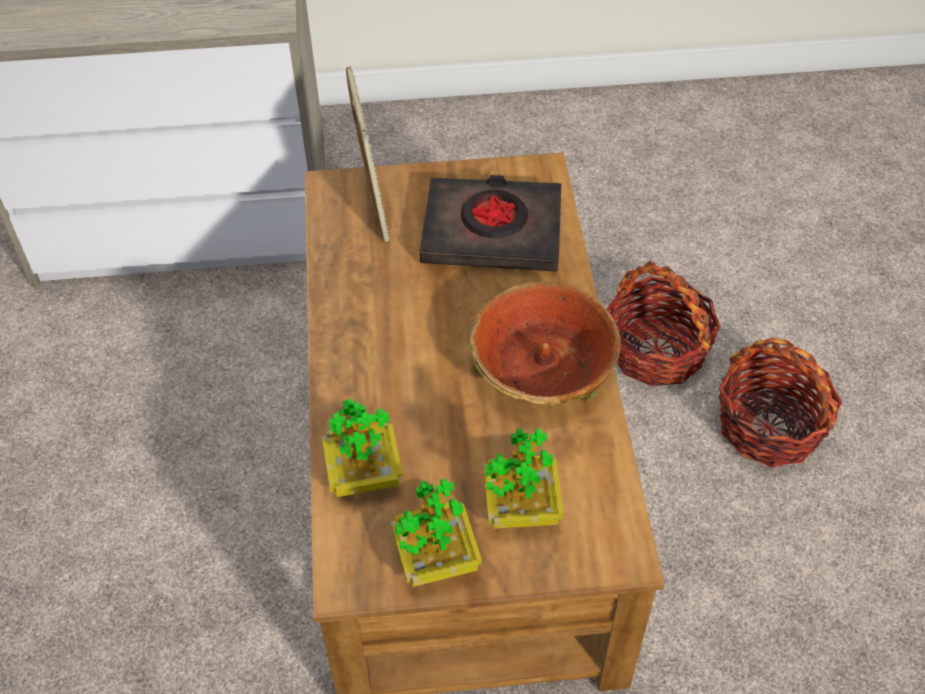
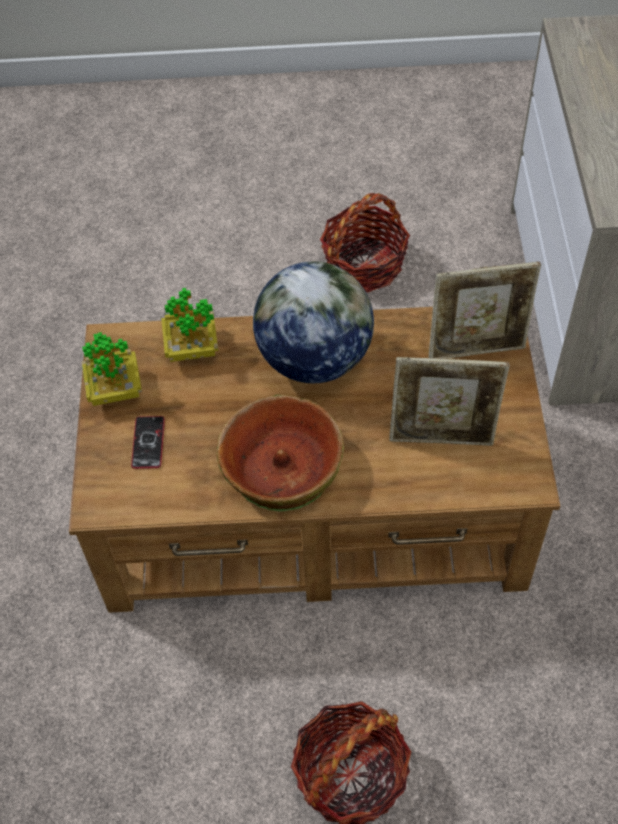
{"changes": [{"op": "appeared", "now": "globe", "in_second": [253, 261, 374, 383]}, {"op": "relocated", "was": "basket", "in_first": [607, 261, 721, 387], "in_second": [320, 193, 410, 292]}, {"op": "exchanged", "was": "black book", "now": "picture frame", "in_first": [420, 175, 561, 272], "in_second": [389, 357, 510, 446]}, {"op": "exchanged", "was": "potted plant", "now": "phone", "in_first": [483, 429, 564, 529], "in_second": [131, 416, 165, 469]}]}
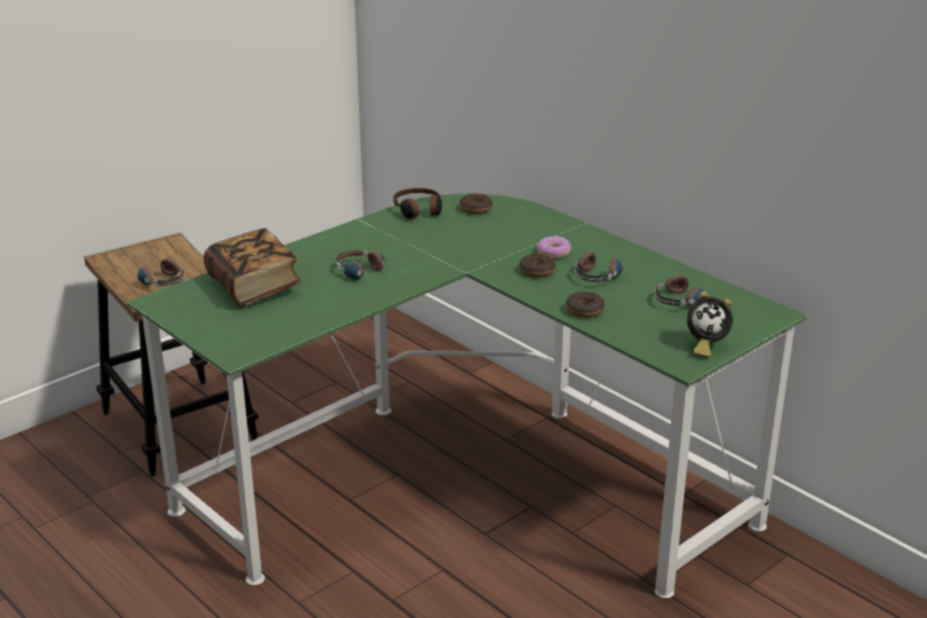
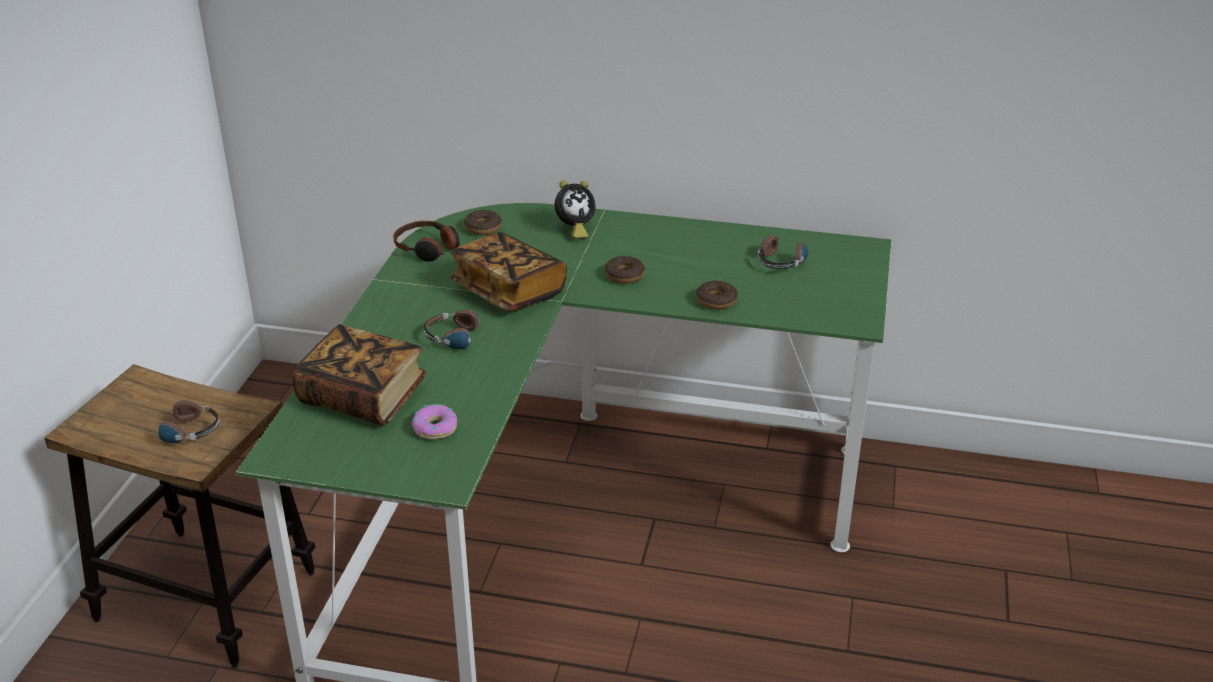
{"changes": [{"op": "missing", "was": "headphones", "in_first": [574, 252, 625, 282]}, {"op": "appeared", "now": "book", "in_second": [451, 232, 567, 311]}, {"op": "relocated", "was": "donut", "in_first": [537, 235, 571, 258], "in_second": [412, 404, 457, 439]}, {"op": "relocated", "was": "alarm clock", "in_first": [687, 291, 733, 357], "in_second": [555, 180, 595, 239]}]}
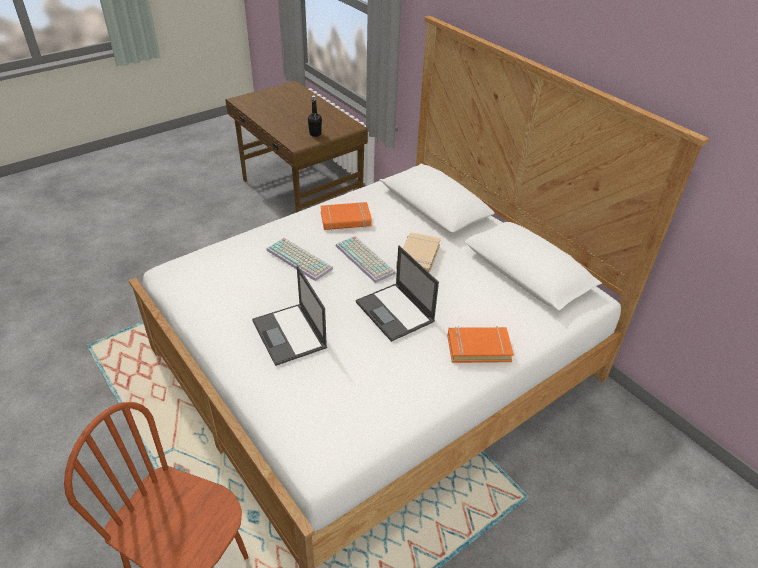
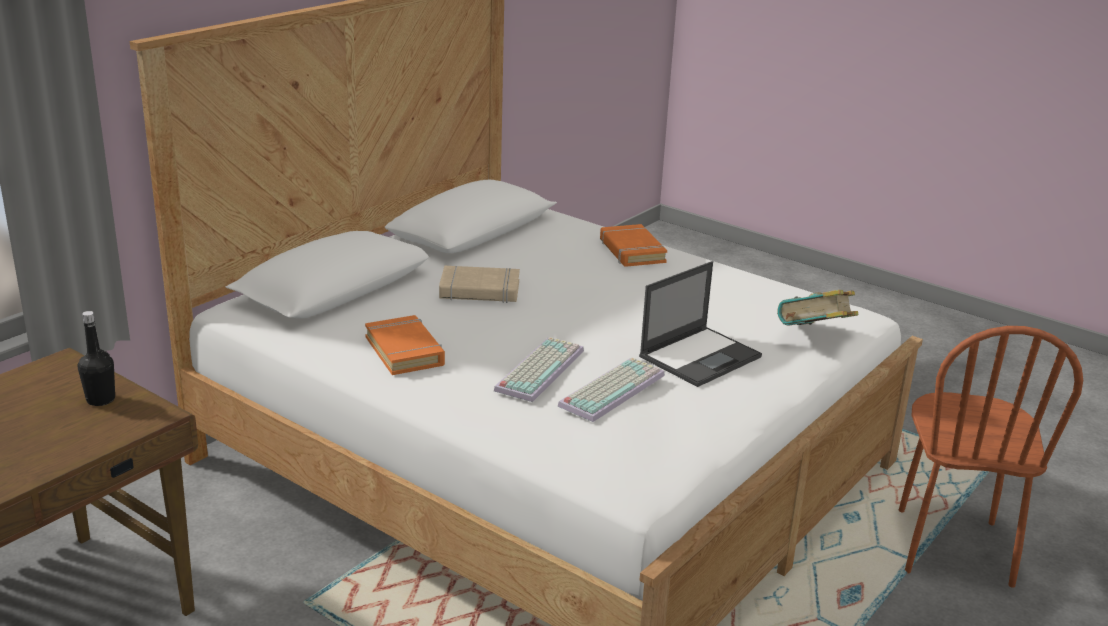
{"changes": [{"op": "missing", "was": "laptop", "in_first": [356, 245, 439, 342]}, {"op": "appeared", "now": "book", "in_second": [777, 290, 859, 325]}, {"op": "relocated", "was": "keyboard", "in_first": [336, 236, 396, 283], "in_second": [557, 358, 665, 422]}]}
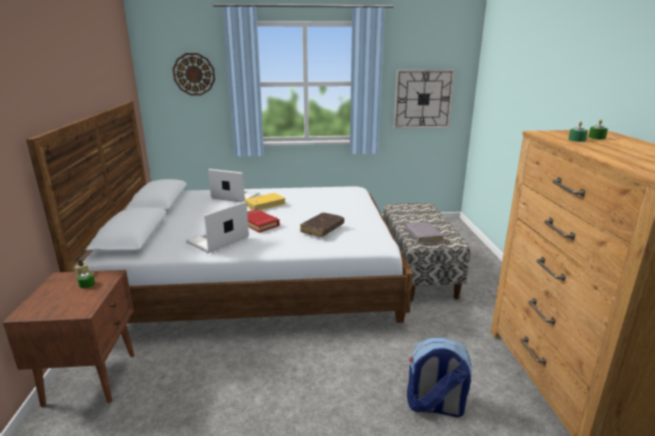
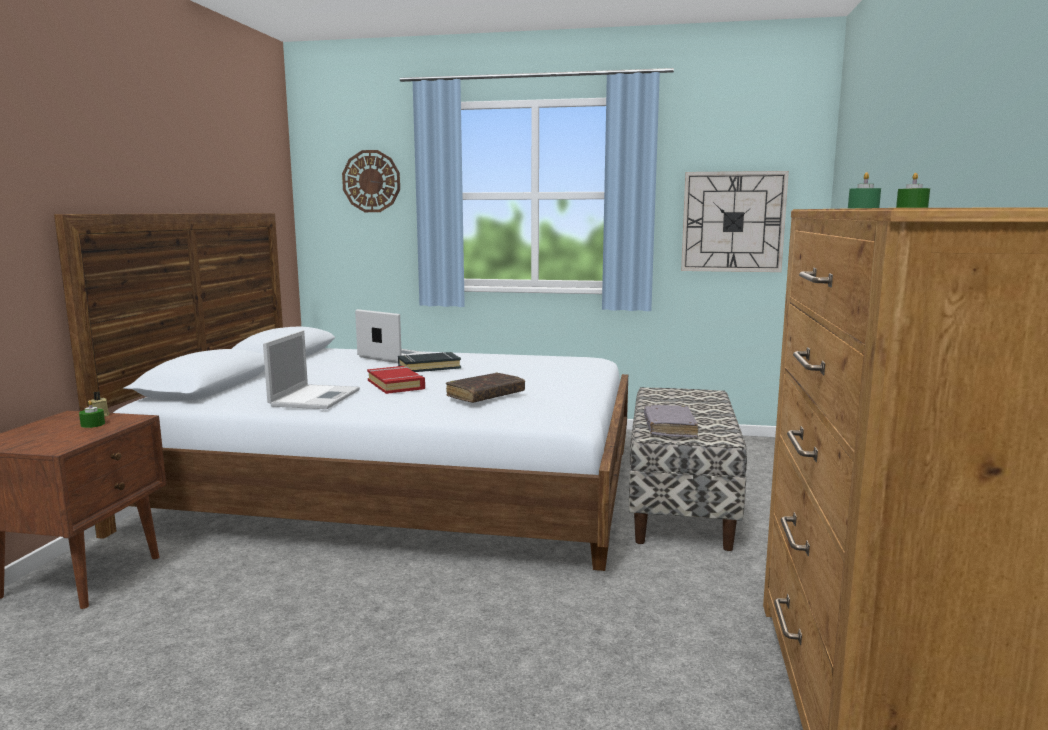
{"changes": [{"op": "missing", "was": "backpack", "in_first": [407, 337, 472, 417]}, {"op": "colour", "was": "yellow book", "now": "black book", "in_first": [244, 193, 286, 210], "in_second": [398, 352, 461, 372]}, {"op": "spun", "was": "laptop", "in_first": [186, 201, 249, 253], "in_second": [263, 330, 360, 409], "clockwise": 135}]}
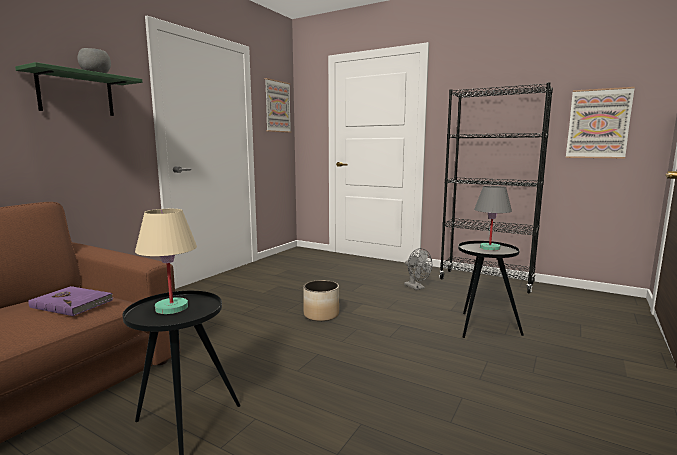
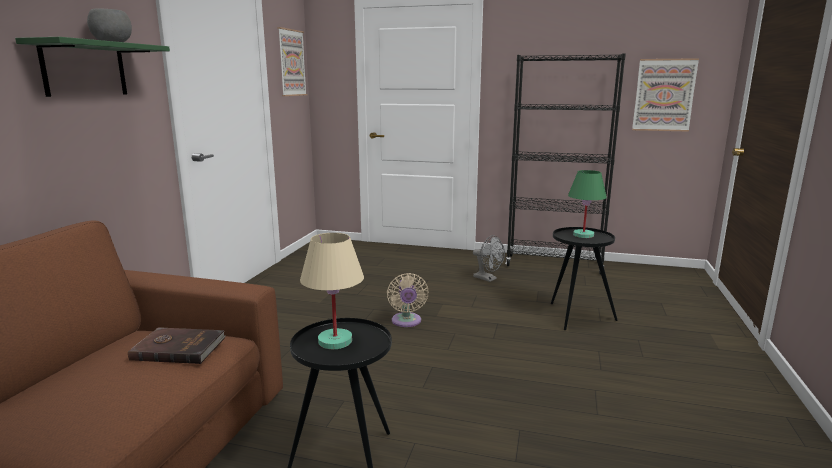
{"changes": [{"op": "exchanged", "was": "planter", "now": "beige fan", "in_first": [304, 280, 339, 321], "in_second": [387, 273, 429, 327]}, {"op": "colour", "was": "purple book", "now": "brown book", "in_first": [28, 286, 113, 316], "in_second": [128, 327, 225, 364]}, {"op": "colour", "was": "grey table lamp", "now": "green table lamp", "in_first": [474, 186, 512, 251], "in_second": [568, 170, 607, 238]}]}
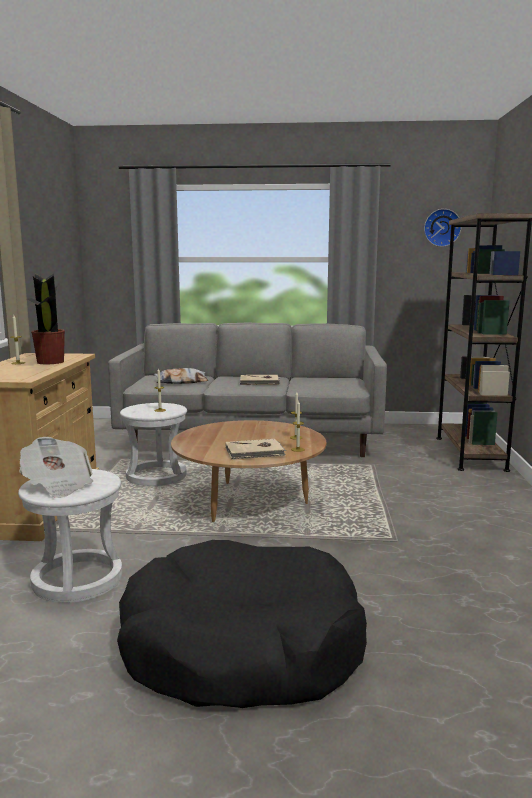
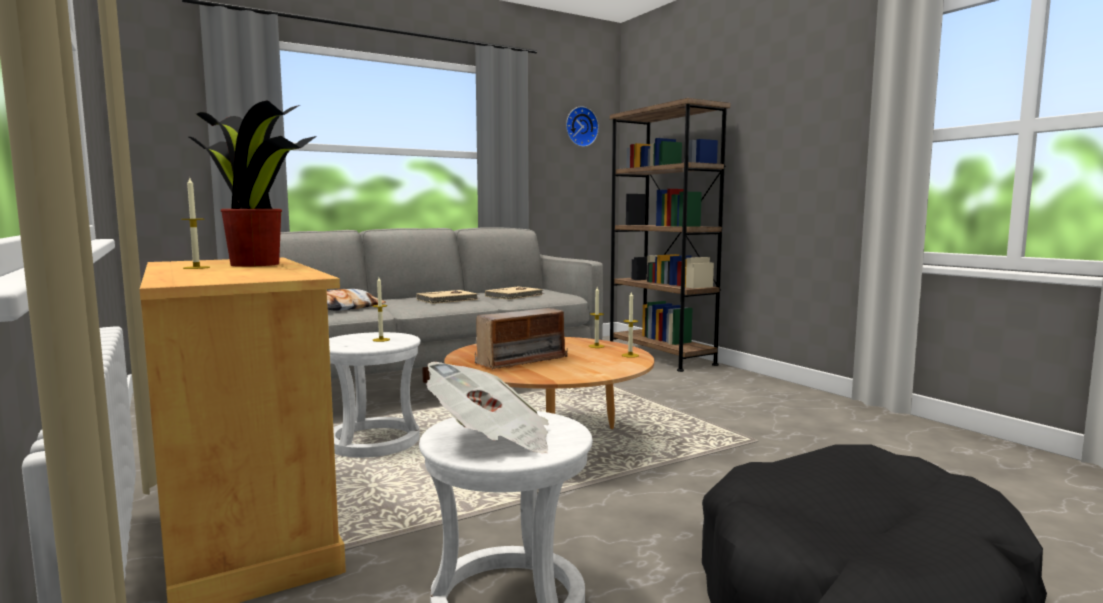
{"changes": [{"op": "appeared", "now": "radio", "in_second": [474, 308, 568, 370]}, {"op": "relocated", "was": "beige book", "in_first": [225, 439, 286, 460], "in_second": [485, 286, 545, 300]}]}
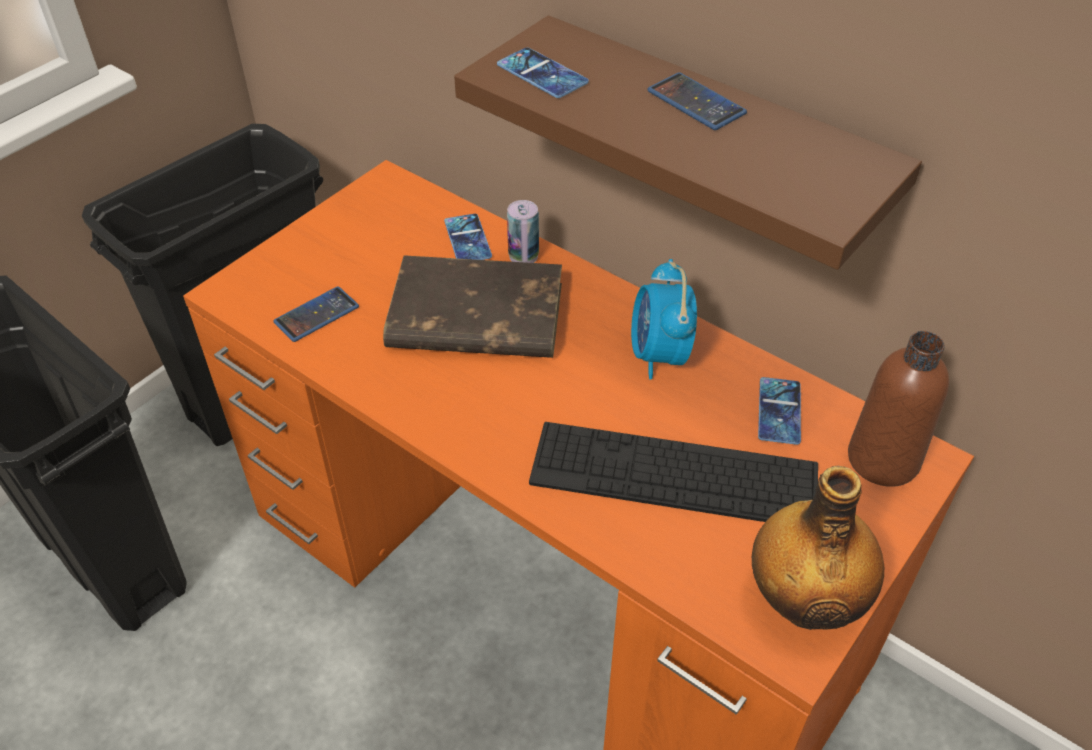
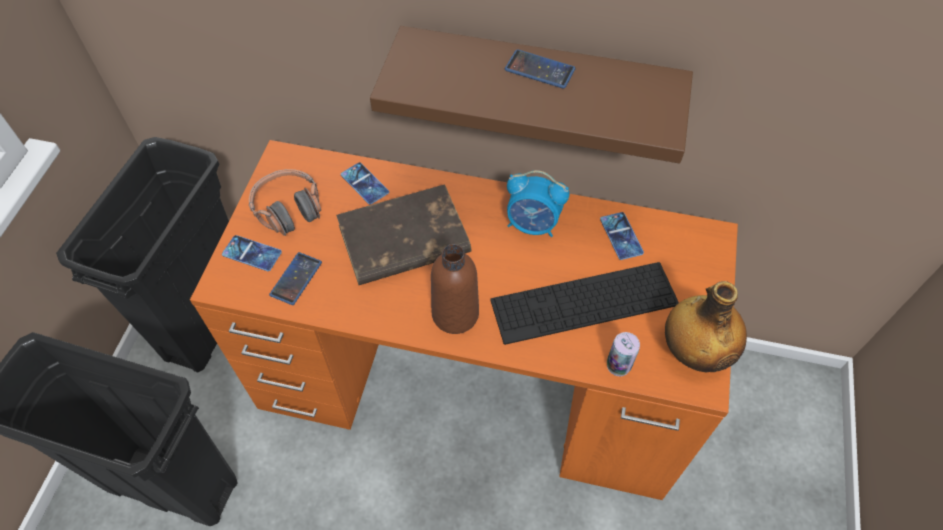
{"changes": [{"op": "appeared", "now": "headphones", "in_second": [249, 169, 321, 236]}, {"op": "relocated", "was": "phone", "in_first": [497, 48, 589, 98], "in_second": [222, 235, 282, 271]}, {"op": "relocated", "was": "can", "in_first": [507, 200, 539, 263], "in_second": [607, 332, 640, 376]}, {"op": "relocated", "was": "brown bottle", "in_first": [848, 331, 949, 487], "in_second": [431, 244, 479, 334]}, {"op": "spun", "was": "alarm clock", "in_first": [631, 259, 697, 379], "in_second": [507, 170, 569, 237], "clockwise": -45}]}
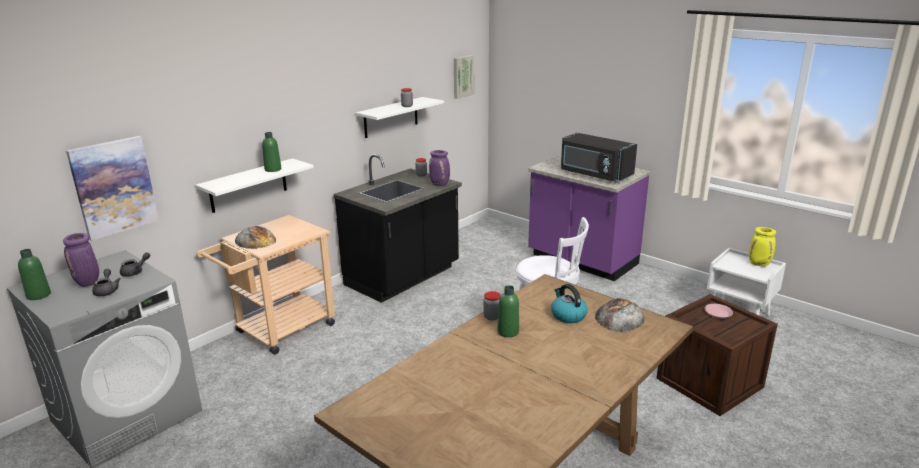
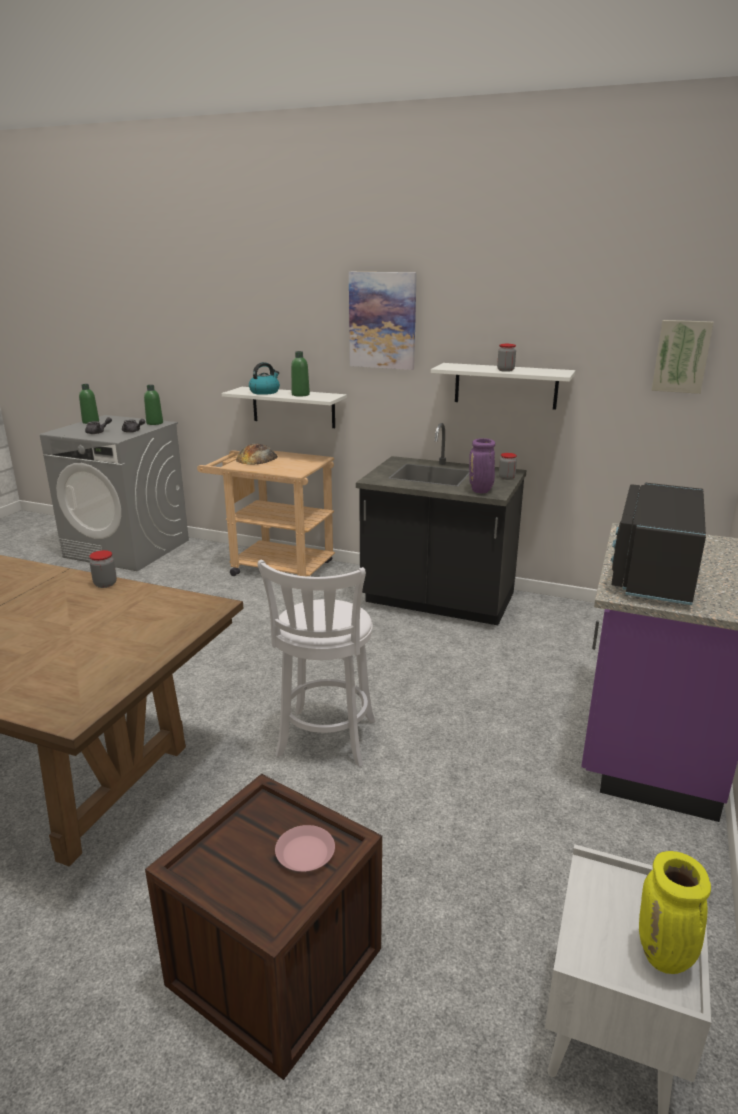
{"changes": [{"op": "missing", "was": "purple vase", "in_first": [63, 233, 99, 287]}, {"op": "missing", "was": "bread", "in_first": [595, 298, 644, 332]}, {"op": "relocated", "was": "picture", "in_first": [66, 136, 159, 241], "in_second": [349, 272, 417, 370]}, {"op": "relocated", "was": "green bottle", "in_first": [497, 285, 519, 337], "in_second": [144, 385, 163, 425]}, {"op": "relocated", "was": "kettle", "in_first": [551, 284, 588, 323], "in_second": [249, 362, 280, 395]}]}
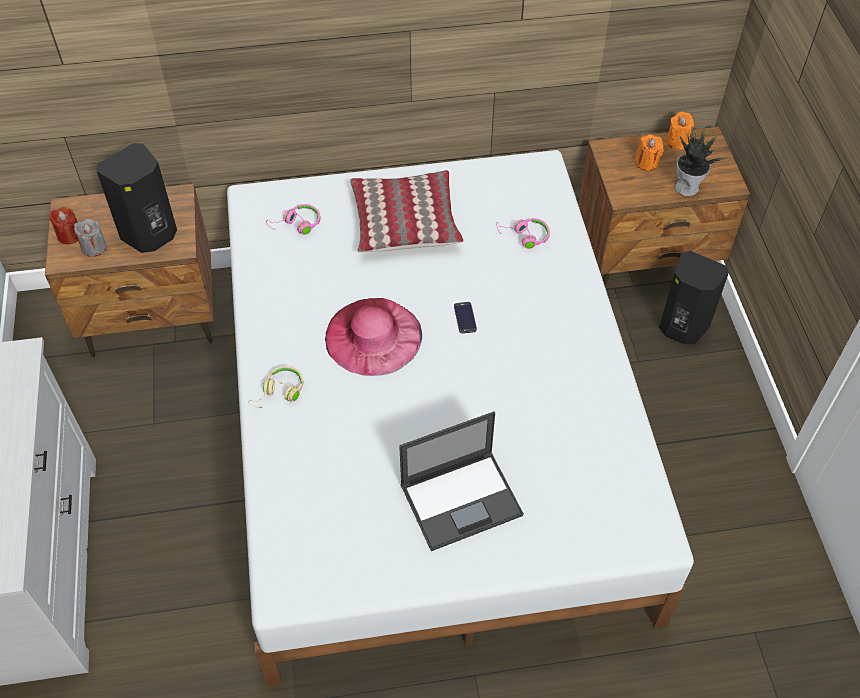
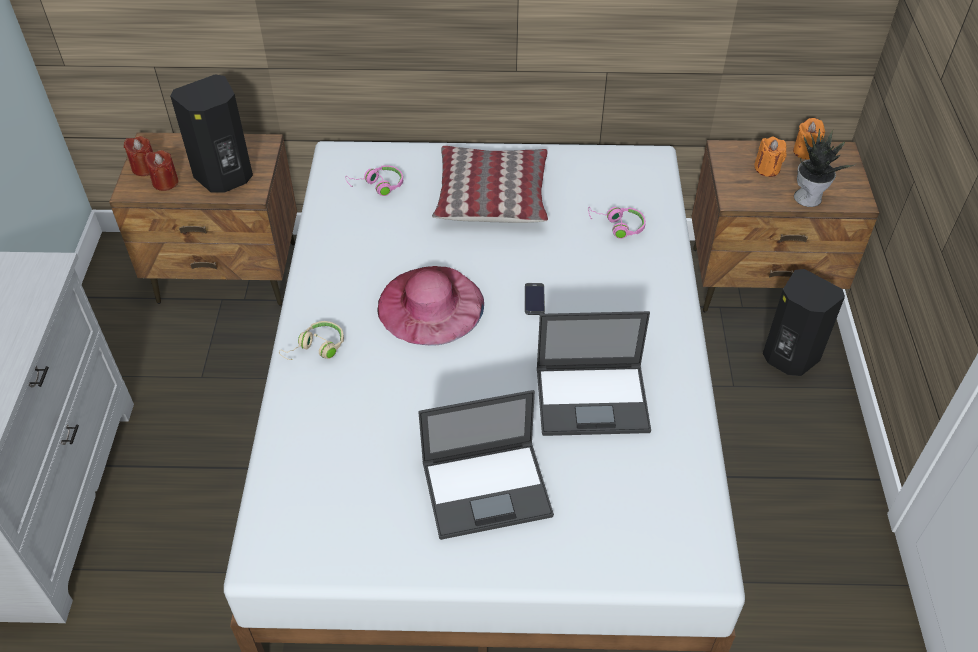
{"changes": [{"op": "appeared", "now": "laptop", "in_second": [537, 311, 651, 436]}, {"op": "colour", "was": "grey candle", "now": "red candle", "in_first": [74, 219, 107, 257], "in_second": [145, 150, 178, 191]}]}
